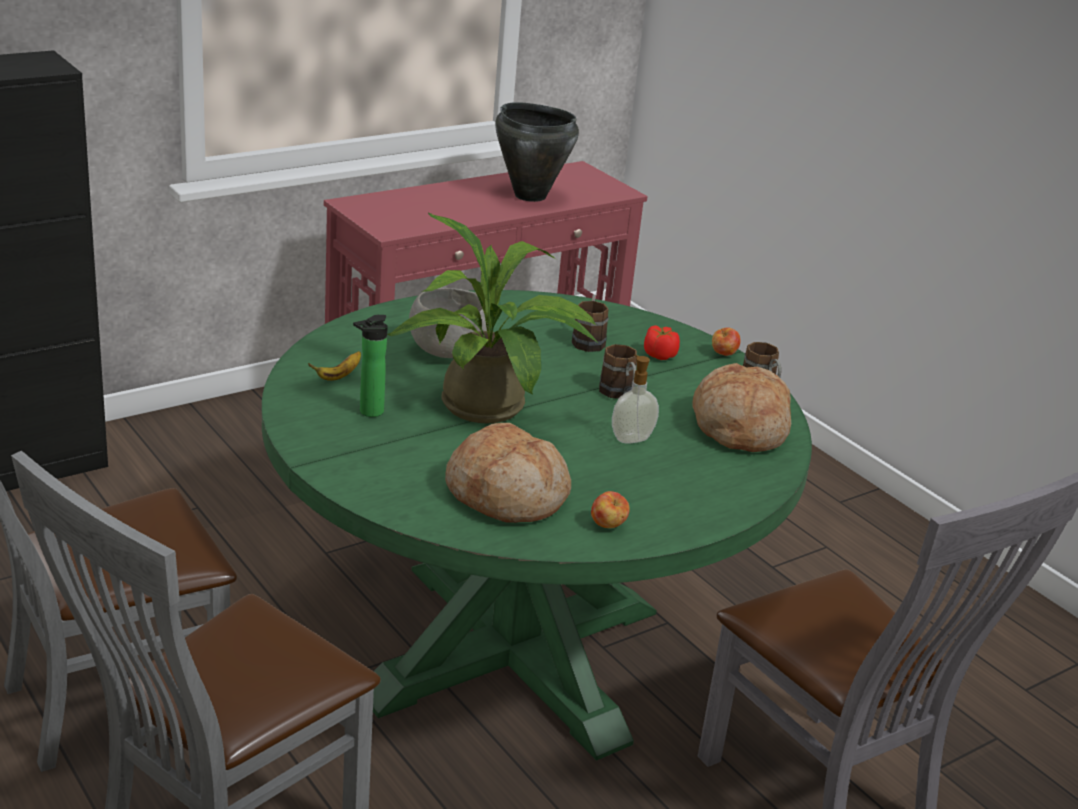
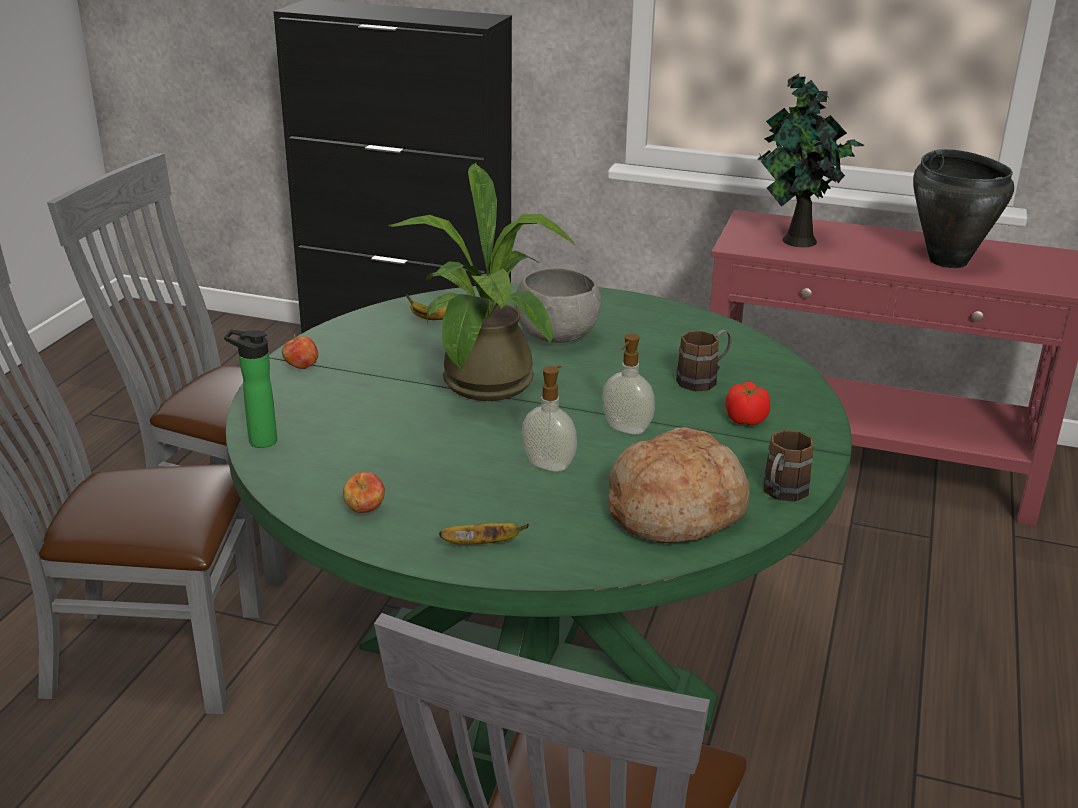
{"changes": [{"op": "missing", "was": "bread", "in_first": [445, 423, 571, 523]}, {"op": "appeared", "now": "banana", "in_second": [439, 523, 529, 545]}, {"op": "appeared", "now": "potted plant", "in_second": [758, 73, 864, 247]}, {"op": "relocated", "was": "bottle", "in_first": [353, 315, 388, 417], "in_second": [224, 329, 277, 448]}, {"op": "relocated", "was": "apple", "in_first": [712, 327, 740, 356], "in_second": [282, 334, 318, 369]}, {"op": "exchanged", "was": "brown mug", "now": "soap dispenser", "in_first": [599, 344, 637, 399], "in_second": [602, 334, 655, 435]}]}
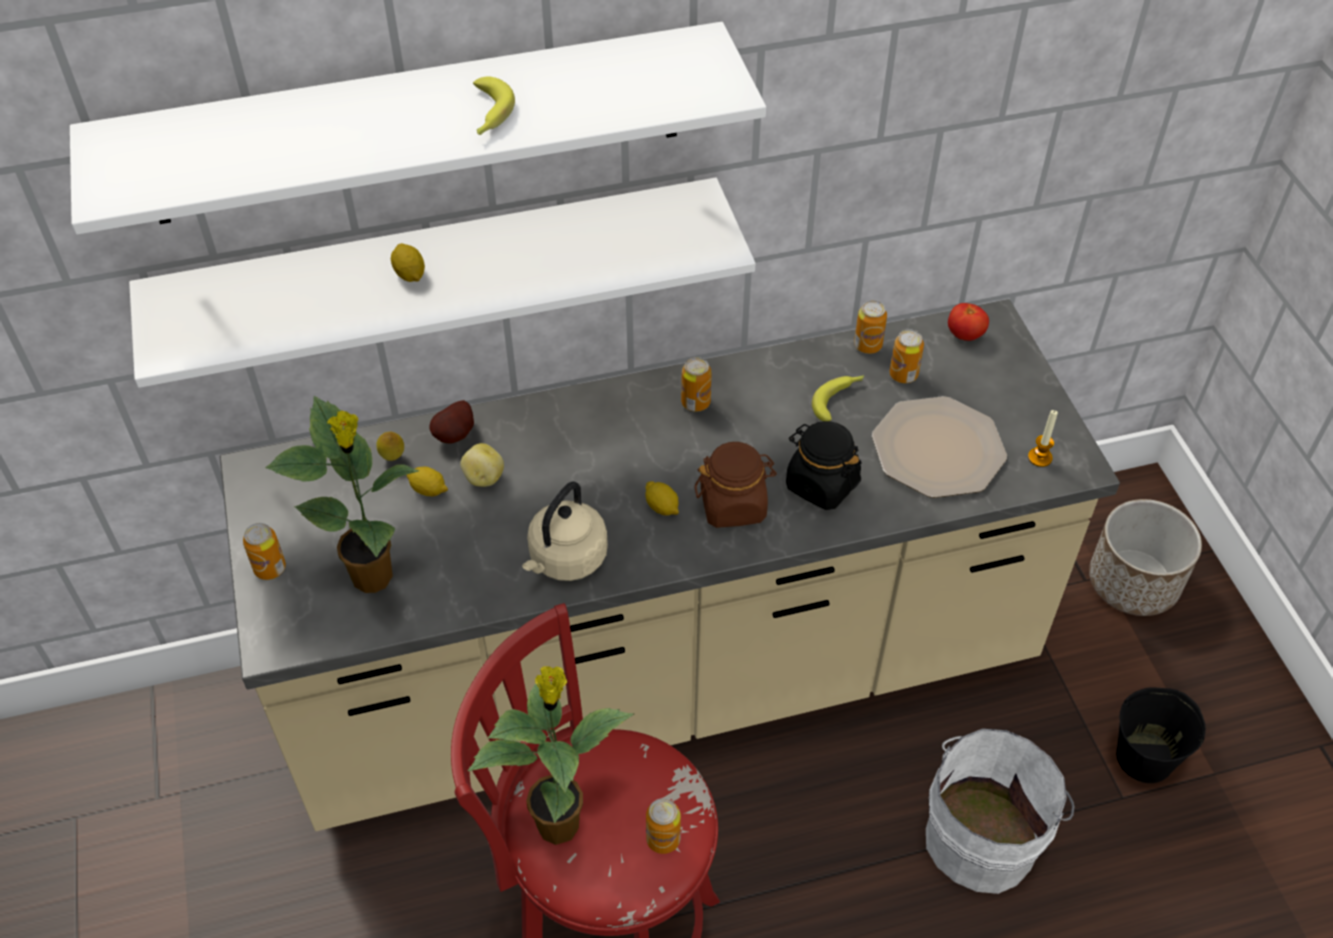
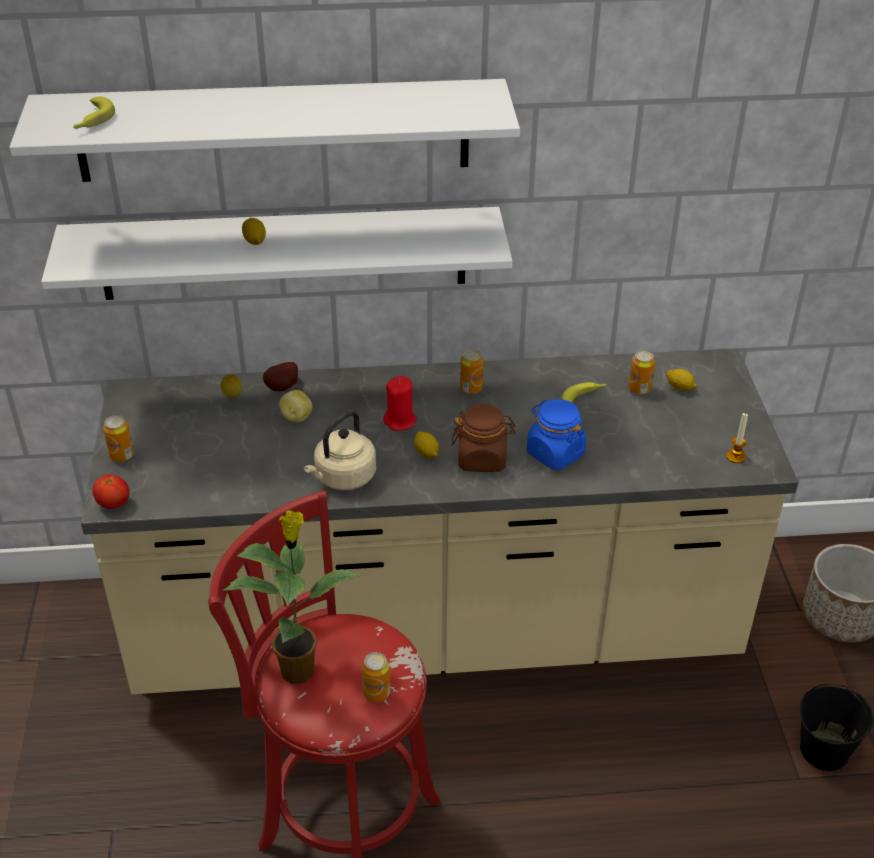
{"changes": [{"op": "missing", "was": "potted plant", "in_first": [265, 396, 420, 593]}, {"op": "missing", "was": "can", "in_first": [854, 300, 887, 354]}, {"op": "missing", "was": "plate", "in_first": [872, 396, 1007, 498]}, {"op": "missing", "was": "white bucket", "in_first": [926, 728, 1074, 894]}, {"op": "appeared", "now": "red candle", "in_second": [383, 376, 417, 431]}, {"op": "relocated", "was": "lemon", "in_first": [407, 466, 448, 496], "in_second": [666, 369, 697, 391]}, {"op": "relocated", "was": "banana", "in_first": [473, 77, 515, 135], "in_second": [73, 97, 115, 129]}, {"op": "relocated", "was": "tomato", "in_first": [948, 303, 989, 341], "in_second": [93, 474, 130, 509]}, {"op": "colour", "was": "black jar", "now": "blue jar", "in_first": [786, 421, 861, 510], "in_second": [527, 399, 586, 470]}]}
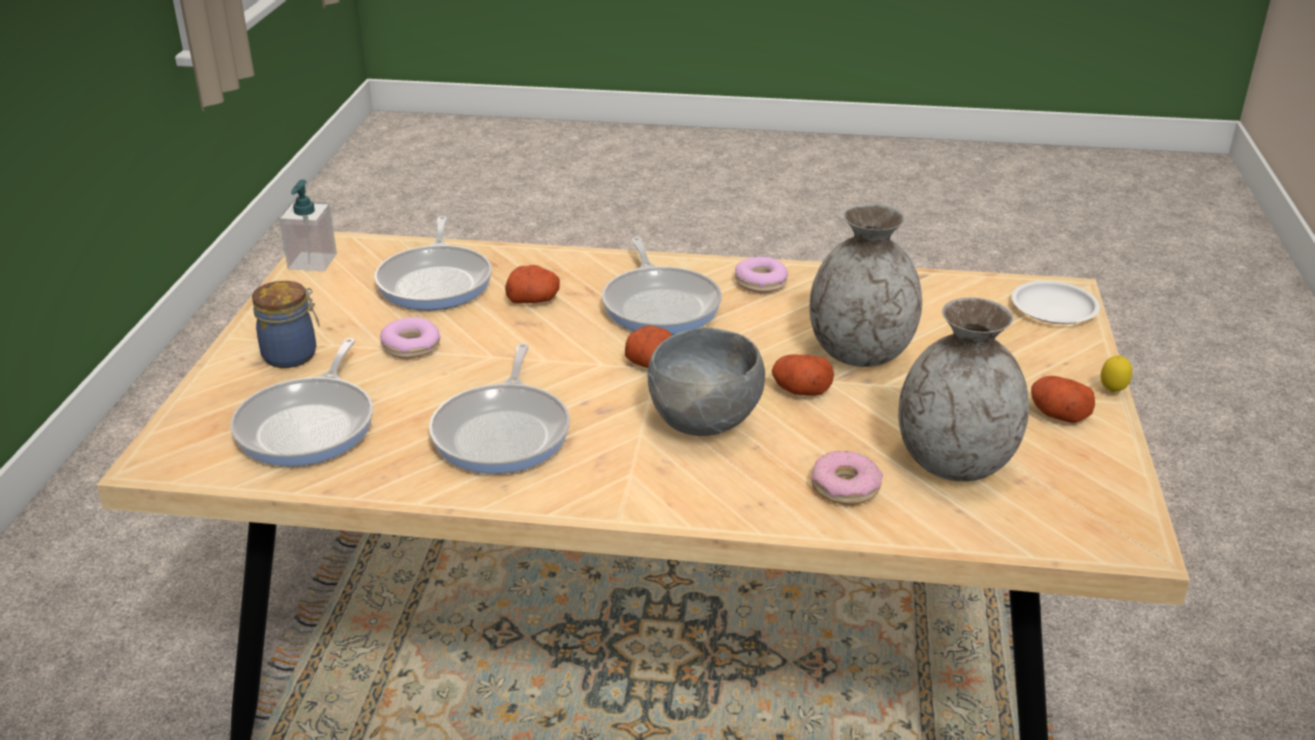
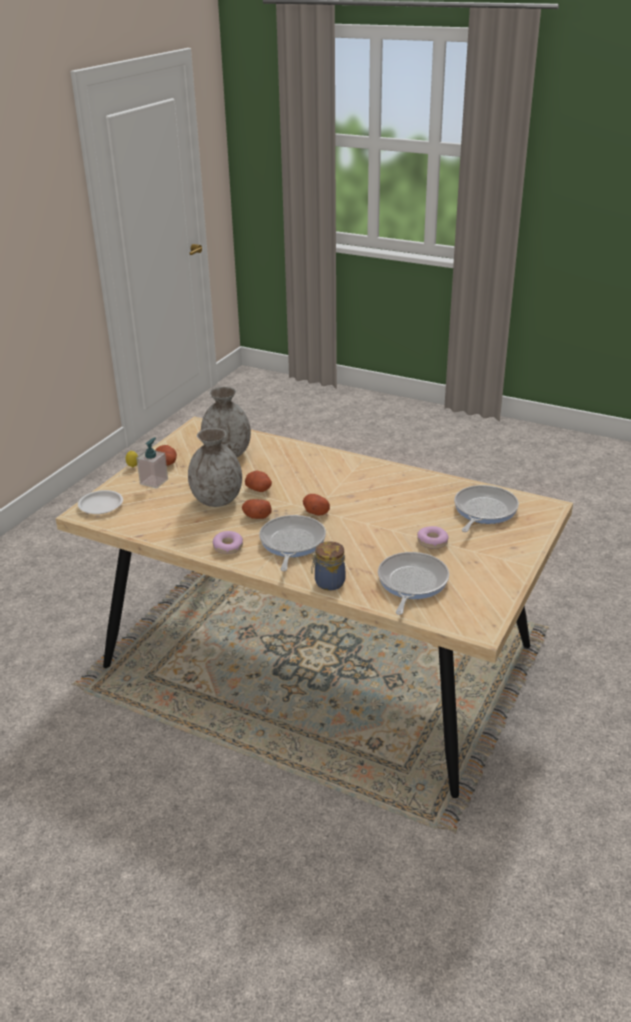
{"changes": [{"op": "missing", "was": "frying pan", "in_first": [429, 343, 570, 474]}, {"op": "missing", "was": "grey bowl", "in_first": [648, 327, 765, 436]}, {"op": "missing", "was": "donut", "in_first": [811, 451, 883, 505]}, {"op": "relocated", "was": "jar", "in_first": [252, 281, 320, 368], "in_second": [311, 541, 345, 590]}, {"op": "relocated", "was": "soap dispenser", "in_first": [279, 180, 337, 271], "in_second": [136, 437, 168, 489]}, {"op": "relocated", "was": "potato", "in_first": [505, 265, 560, 304], "in_second": [242, 499, 272, 519]}]}
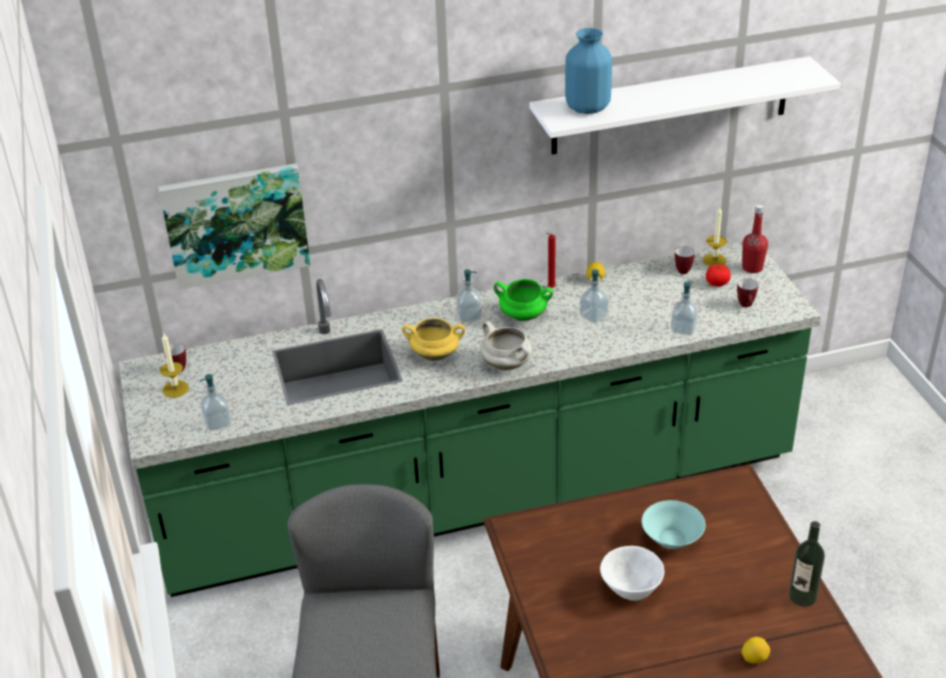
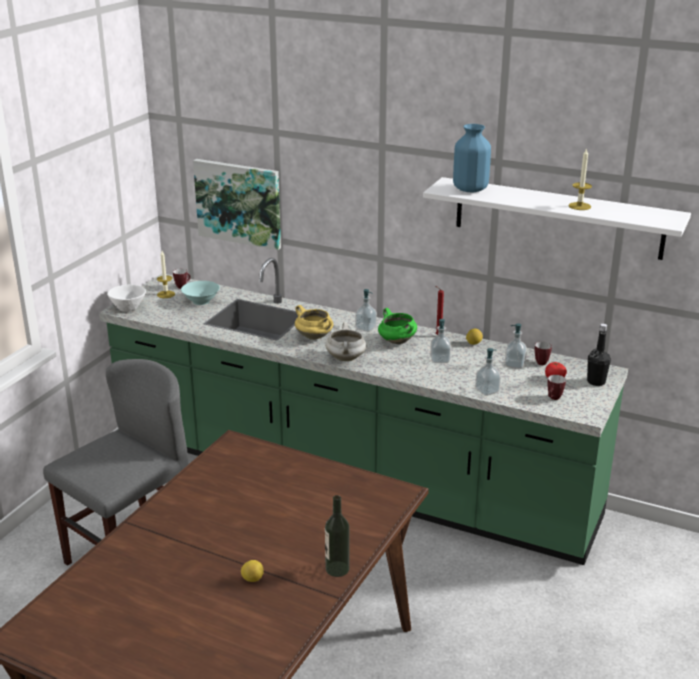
{"changes": [{"op": "relocated", "was": "soap dispenser", "in_first": [199, 374, 231, 431], "in_second": [505, 323, 527, 369]}, {"op": "relocated", "was": "white bowl", "in_first": [600, 546, 665, 601], "in_second": [107, 285, 146, 312]}, {"op": "relocated", "was": "turquoise bowl", "in_first": [642, 500, 705, 549], "in_second": [181, 281, 220, 305]}, {"op": "relocated", "was": "candle", "in_first": [703, 207, 727, 267], "in_second": [569, 148, 592, 210]}, {"op": "colour", "was": "red bottle", "now": "black bottle", "in_first": [742, 205, 768, 273], "in_second": [587, 324, 611, 386]}]}
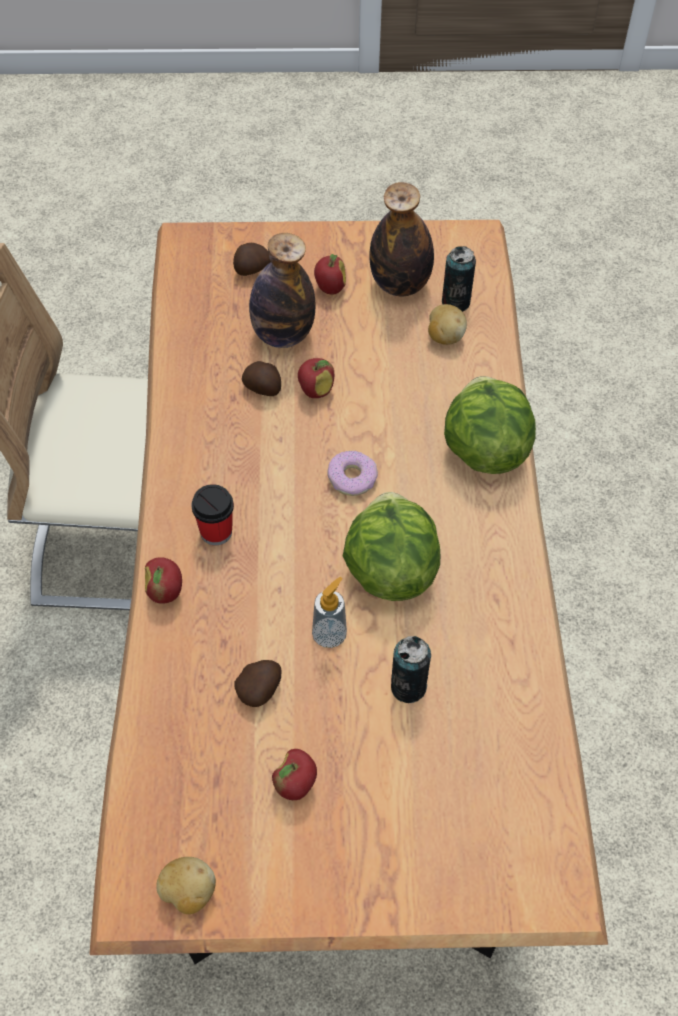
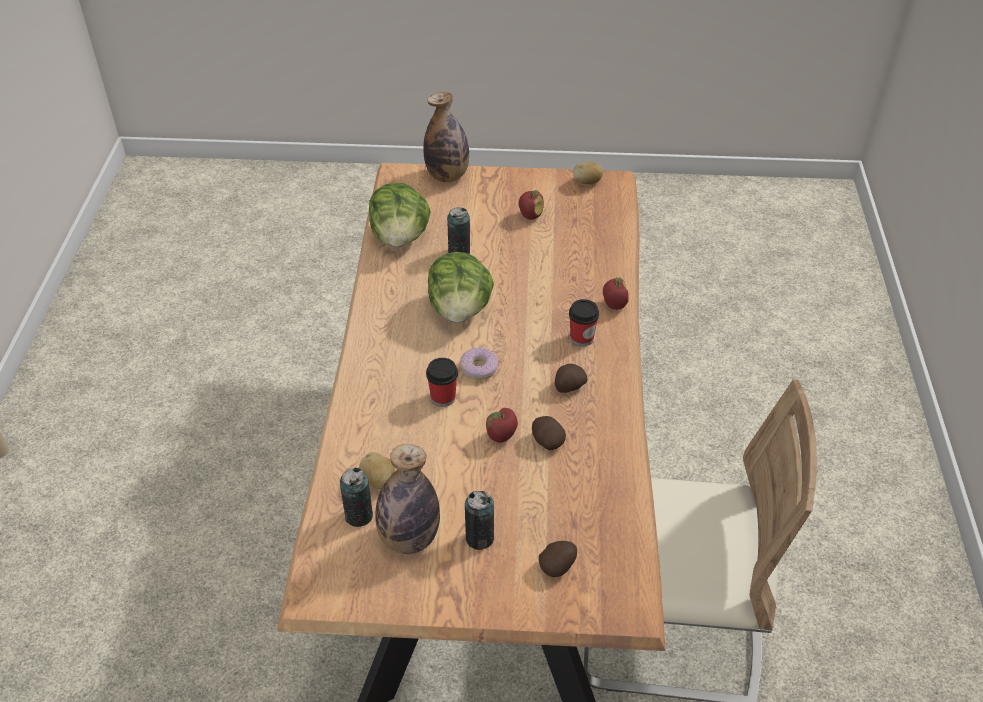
{"changes": [{"op": "missing", "was": "soap dispenser", "in_first": [312, 577, 347, 648]}, {"op": "appeared", "now": "cup", "in_second": [426, 358, 458, 407]}, {"op": "relocated", "was": "potato", "in_first": [234, 660, 281, 707], "in_second": [555, 364, 587, 393]}, {"op": "relocated", "was": "bottle", "in_first": [249, 233, 315, 348], "in_second": [423, 92, 469, 182]}, {"op": "relocated", "was": "lettuce", "in_first": [444, 376, 536, 474], "in_second": [369, 182, 431, 247]}, {"op": "exchanged", "was": "apple", "now": "can", "in_first": [314, 254, 346, 294], "in_second": [465, 491, 494, 550]}]}
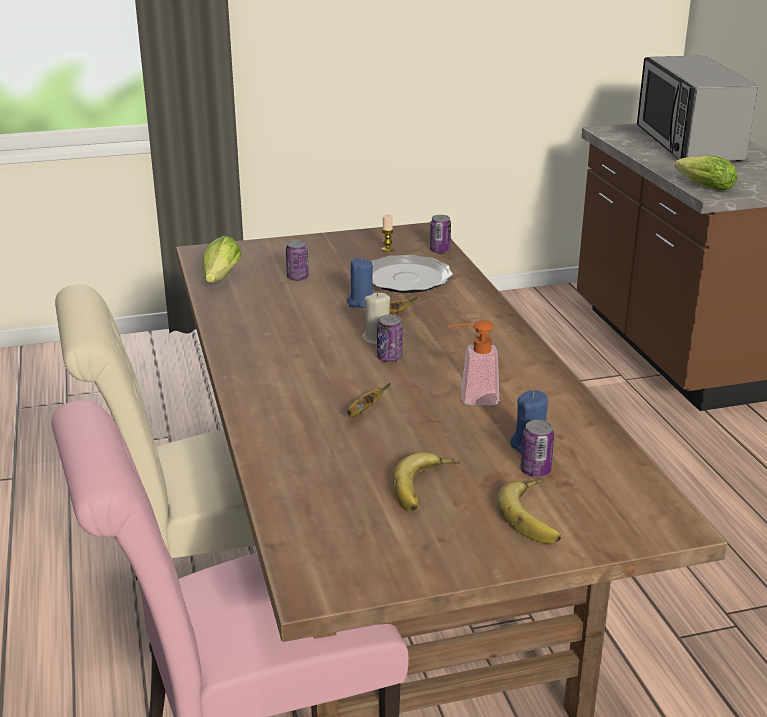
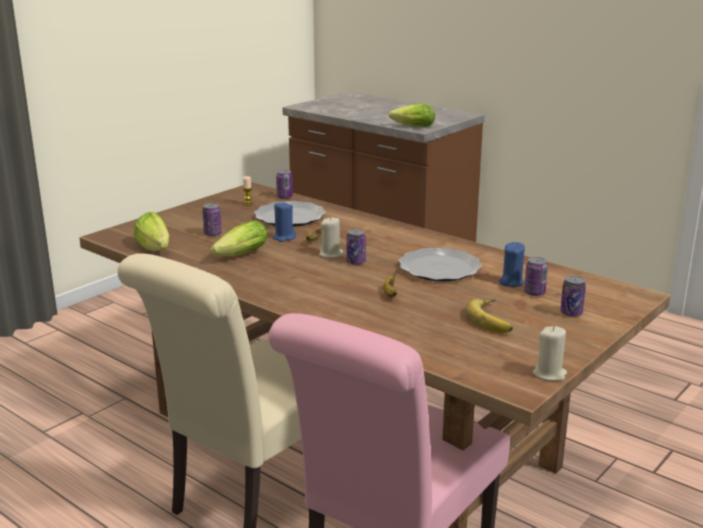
{"changes": [{"op": "missing", "was": "microwave", "in_first": [637, 55, 758, 161]}, {"op": "appeared", "now": "lettuce", "in_second": [210, 220, 267, 257]}, {"op": "appeared", "now": "beige candle", "in_second": [533, 326, 567, 381]}, {"op": "exchanged", "was": "soap dispenser", "now": "plate", "in_first": [448, 320, 499, 405], "in_second": [398, 248, 482, 282]}, {"op": "exchanged", "was": "banana", "now": "can", "in_first": [497, 480, 561, 544], "in_second": [560, 275, 586, 317]}]}
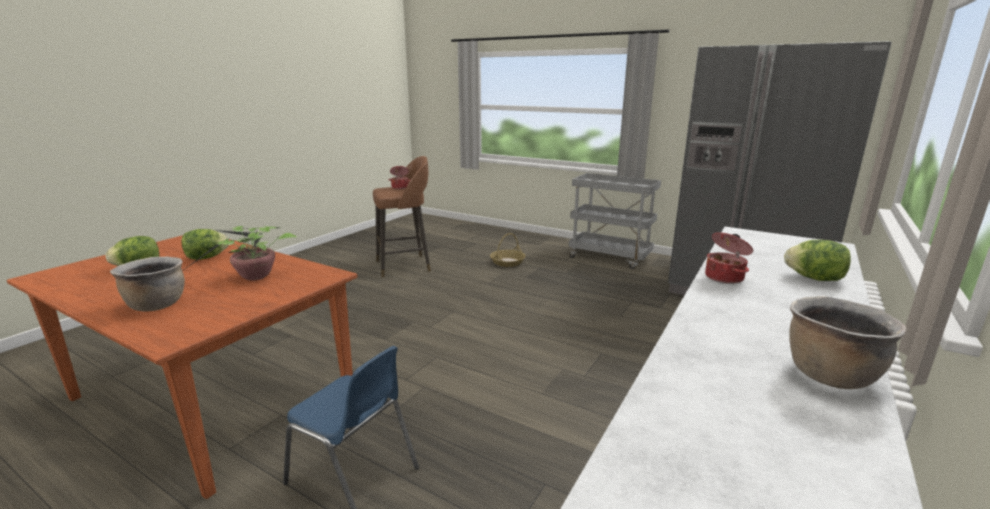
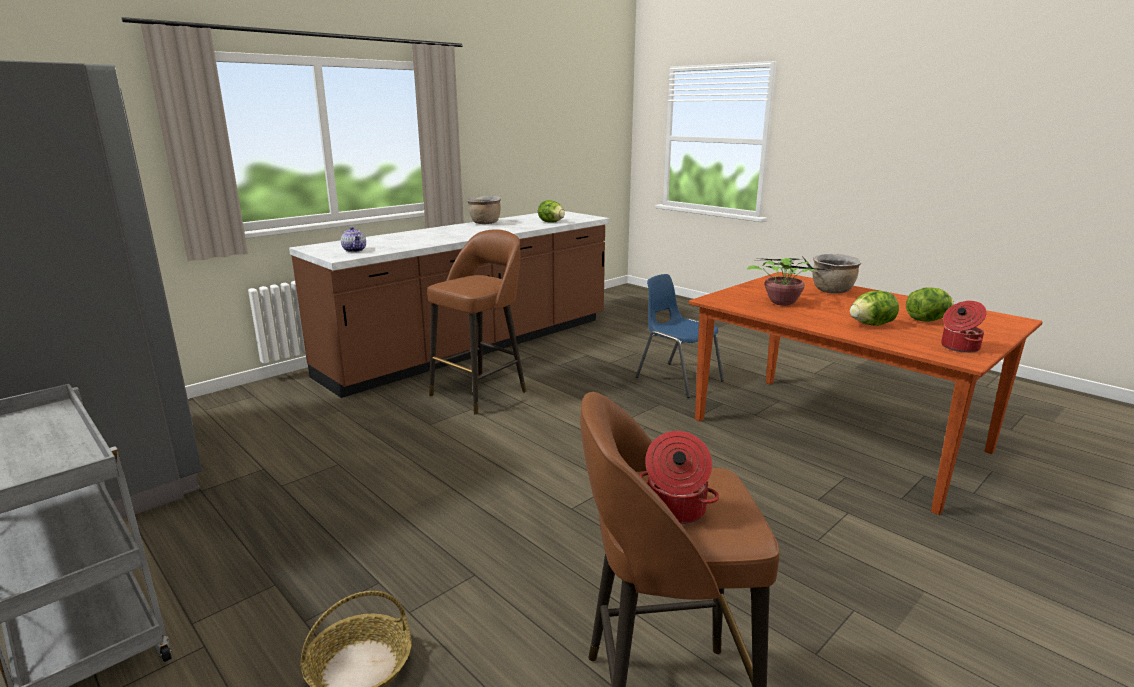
{"changes": [{"op": "appeared", "now": "teapot", "in_second": [341, 227, 366, 252]}, {"op": "appeared", "now": "brown stool", "in_second": [427, 229, 527, 415]}, {"op": "relocated", "was": "cooking pot", "in_first": [705, 232, 753, 284], "in_second": [941, 301, 987, 353]}, {"op": "relocated", "was": "lettuce", "in_first": [784, 240, 851, 281], "in_second": [538, 200, 565, 223]}]}
